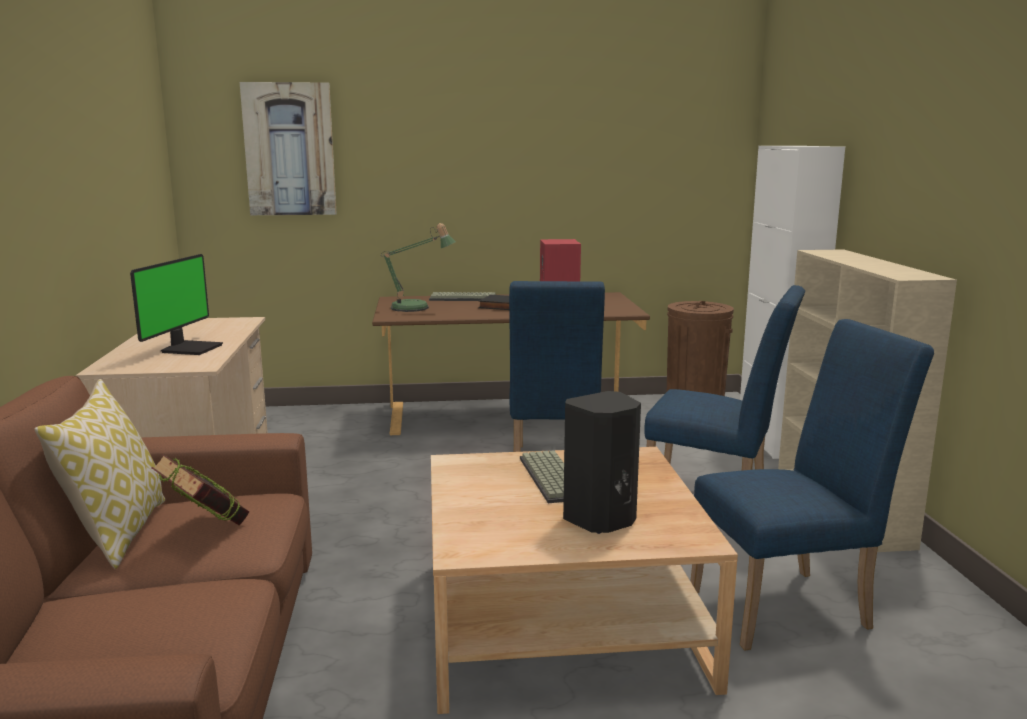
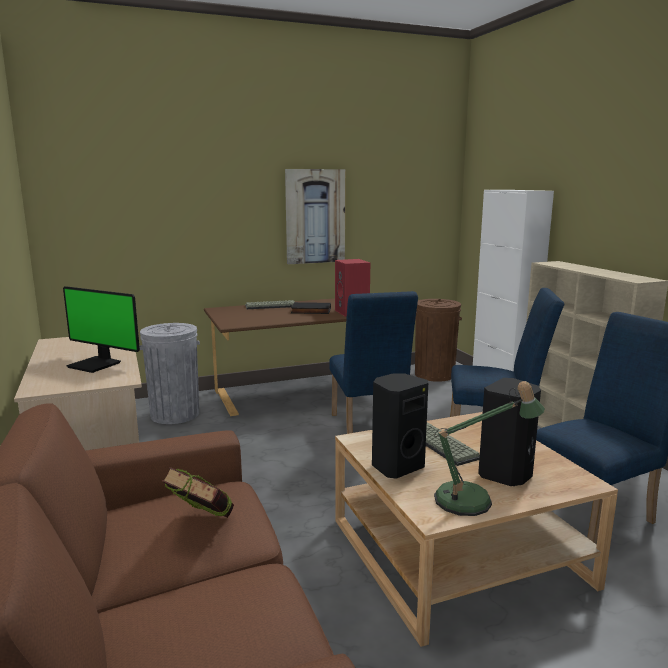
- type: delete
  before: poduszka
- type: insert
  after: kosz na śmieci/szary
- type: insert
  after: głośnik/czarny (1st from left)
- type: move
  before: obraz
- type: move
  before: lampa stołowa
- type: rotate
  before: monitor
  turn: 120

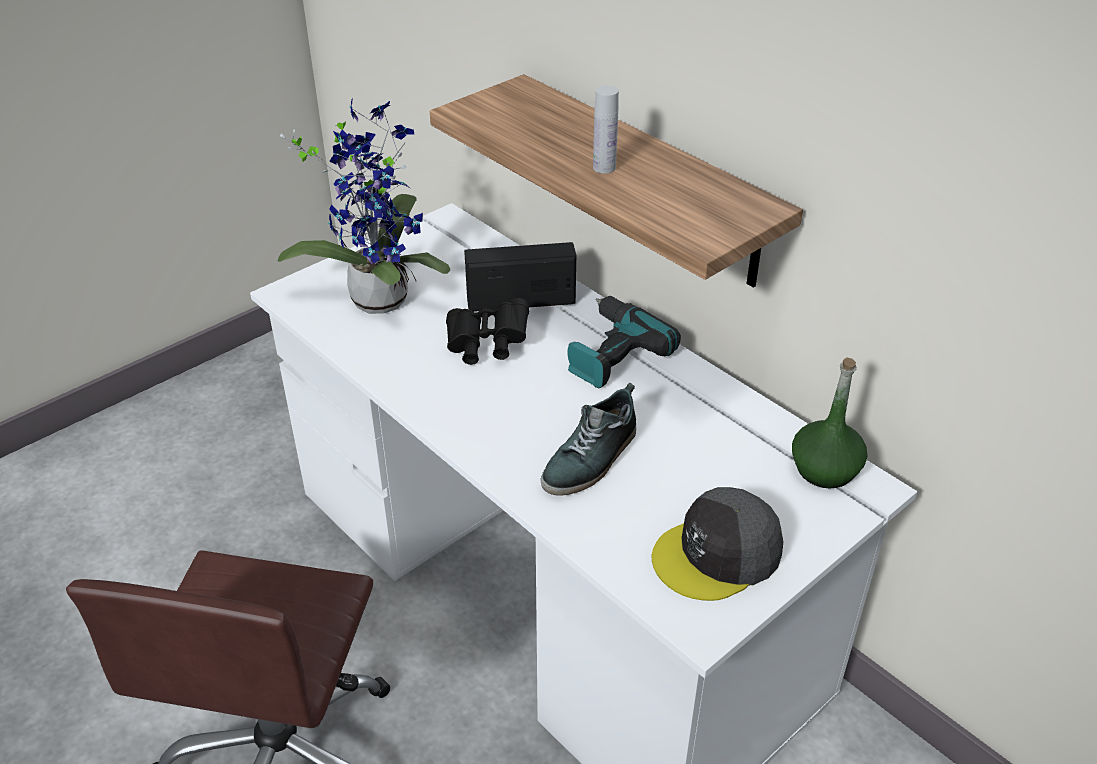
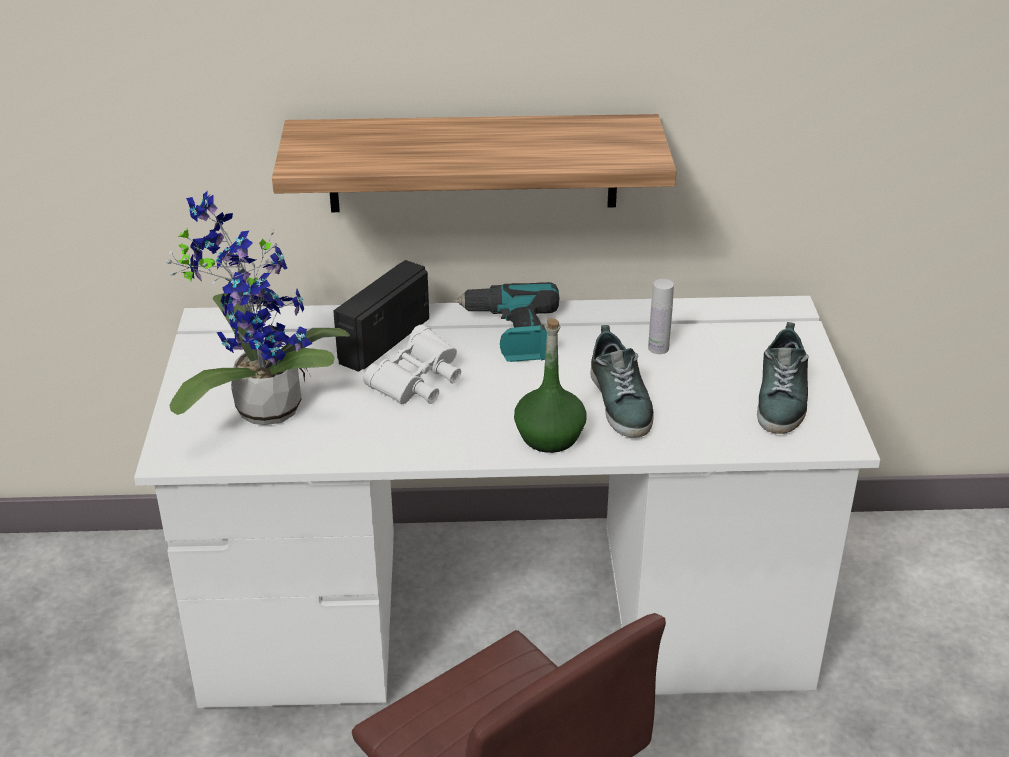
- type: move
  before: butelka/biały
- type: move
  before: butelka/zielony
- type: replace
  before: czapka z daszkiem/szary
  after: but (2nd from left)
- type: recolor
  before: lornetka/czarny
  after: lornetka/biały

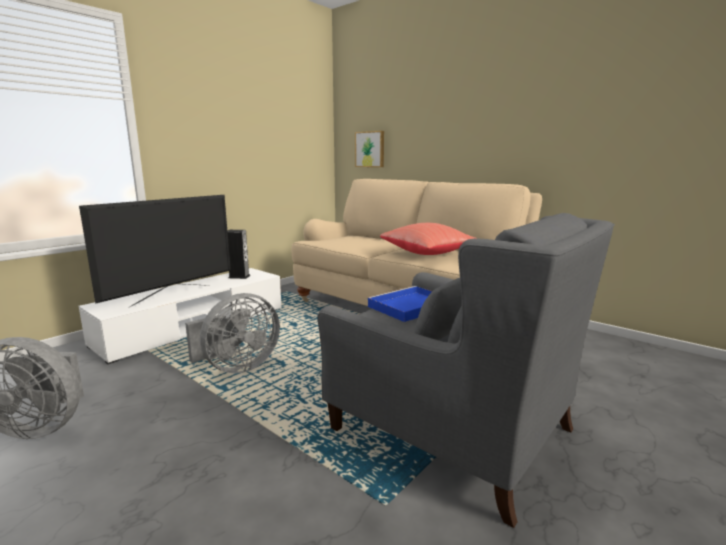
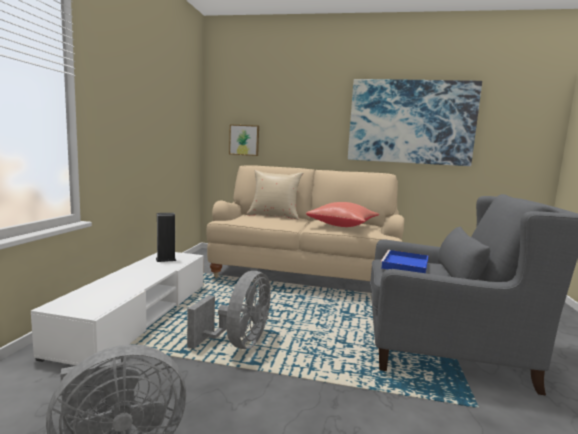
- type: delete
  before: telewizor
- type: insert
  after: poduszka/beżowy
- type: insert
  after: obraz (2nd from left)

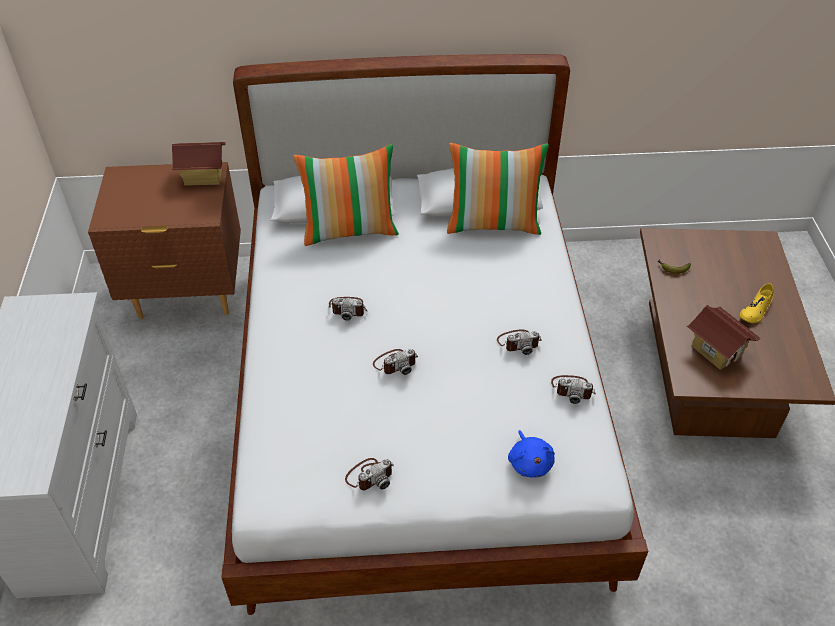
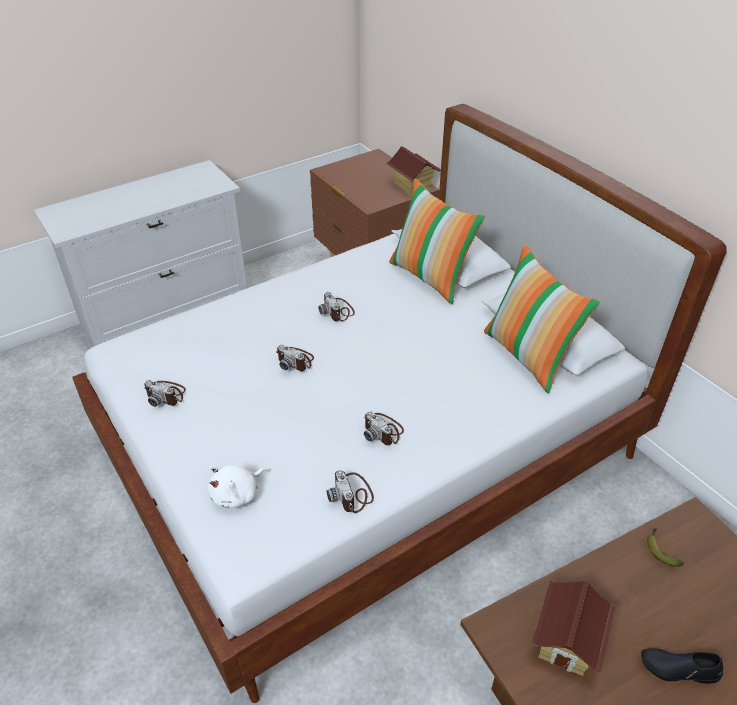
- type: recolor
  before: pluszak/niebieski
  after: pluszak/biały
- type: recolor
  before: but/żółty
  after: but/czarny

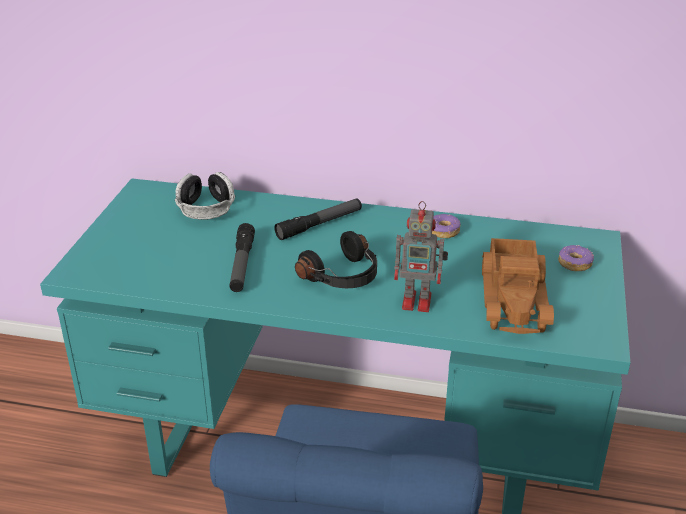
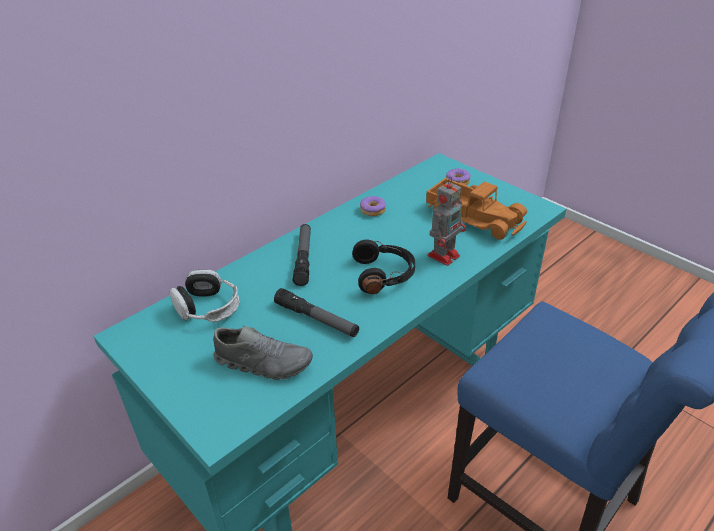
- type: insert
  after: but/szary

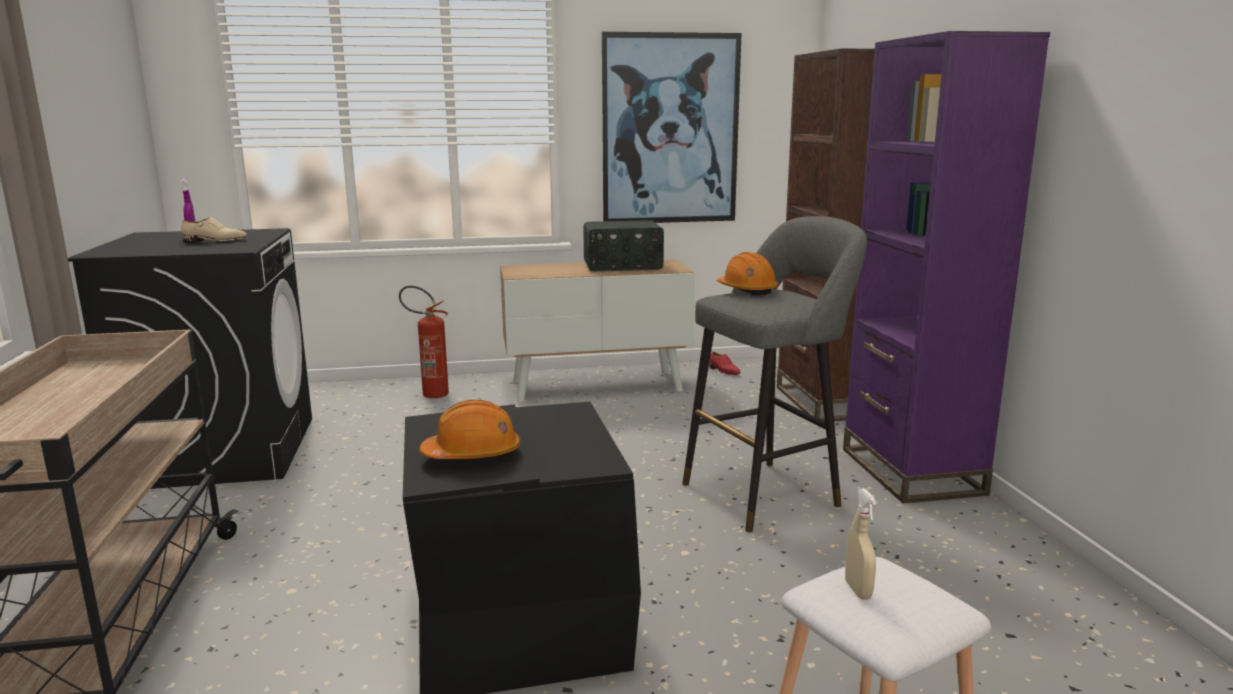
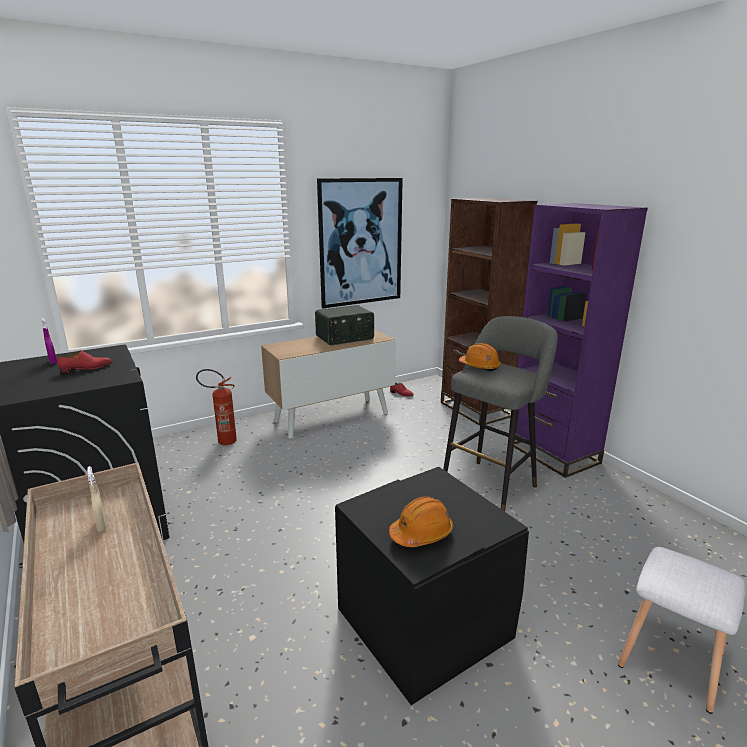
- type: move
  before: spryskiwacz/beżowy
- type: recolor
  before: but/beżowy
  after: but/czerwony (1st from left)

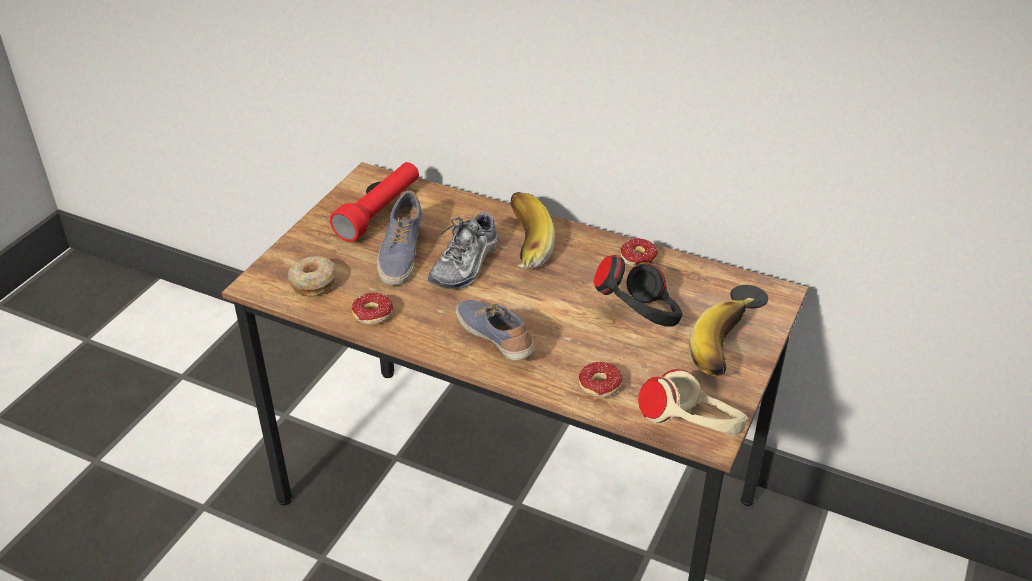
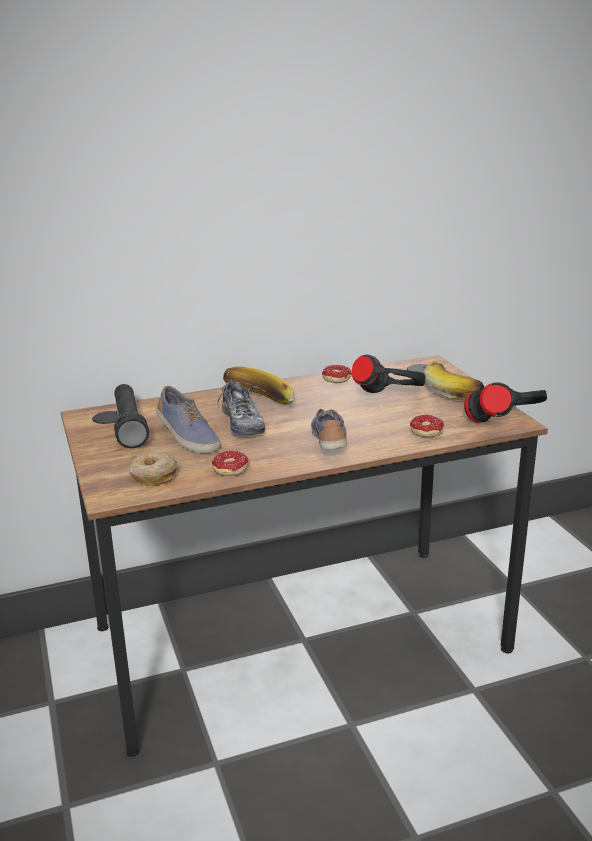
- type: recolor
  before: latarka/czerwony
  after: latarka/czarny
- type: recolor
  before: słuchawki/beżowy
  after: słuchawki/czarny (2nd from left)
- type: rotate
  before: but (3rd from left)
  turn: 75

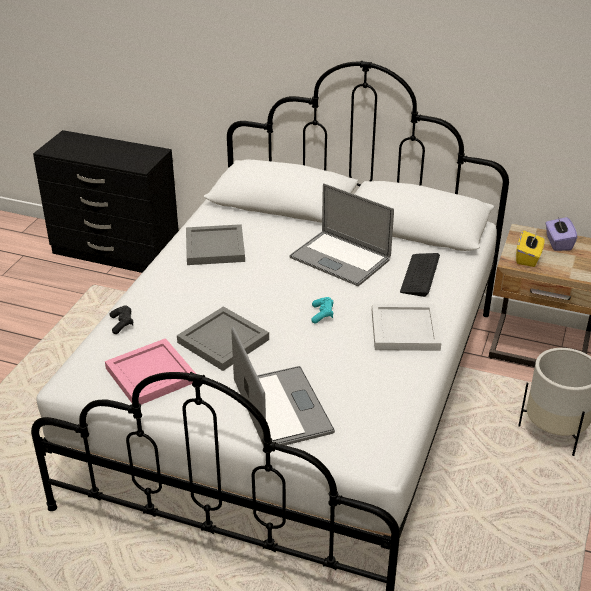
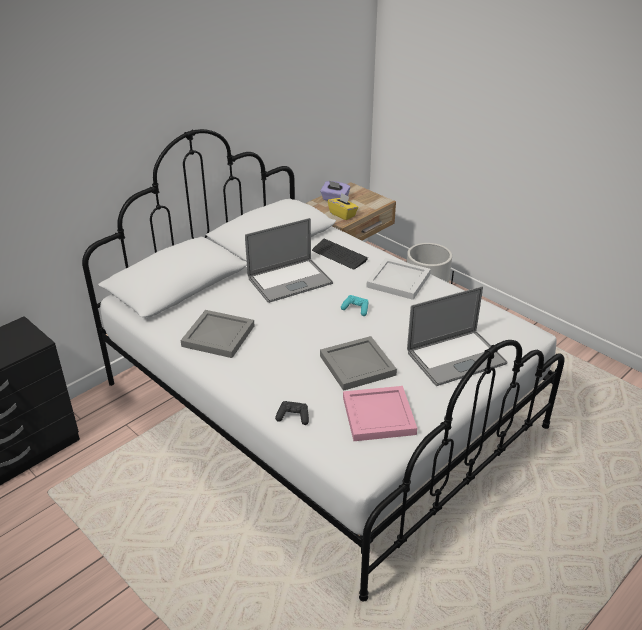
- type: rotate
  before: laptop (1st from left in the first image)
  turn: 150

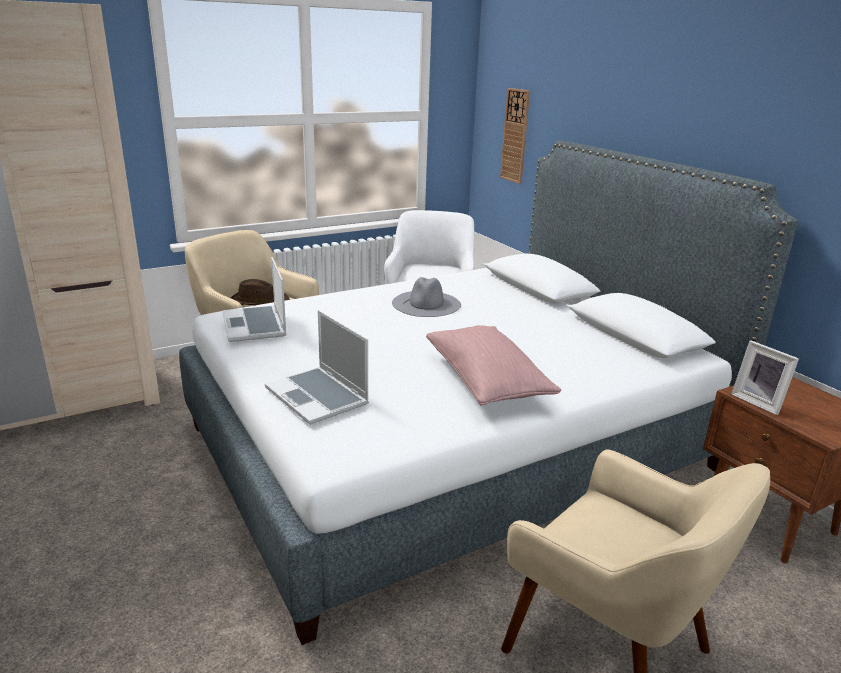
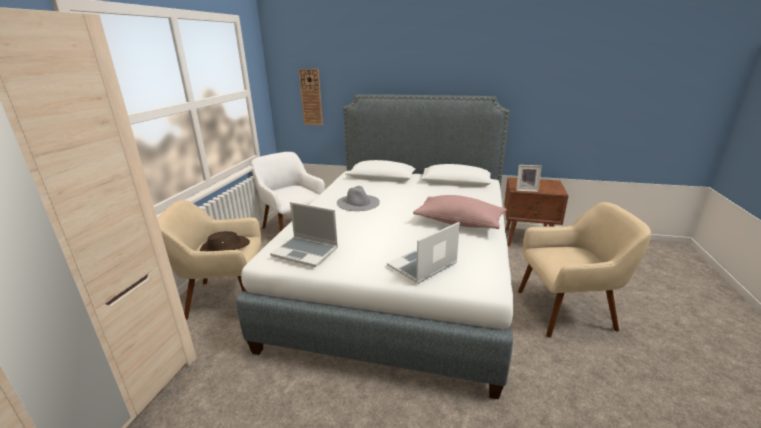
- type: rotate
  before: laptop (2nd from left)
  turn: 135

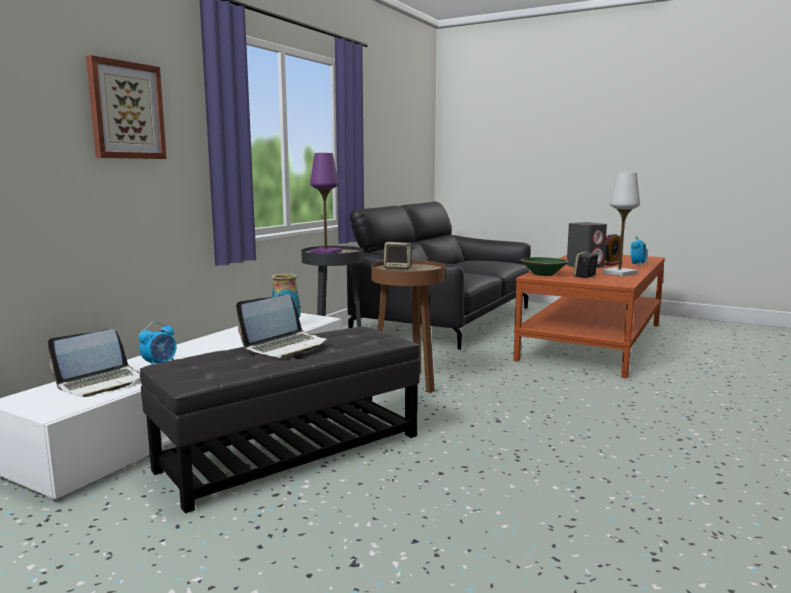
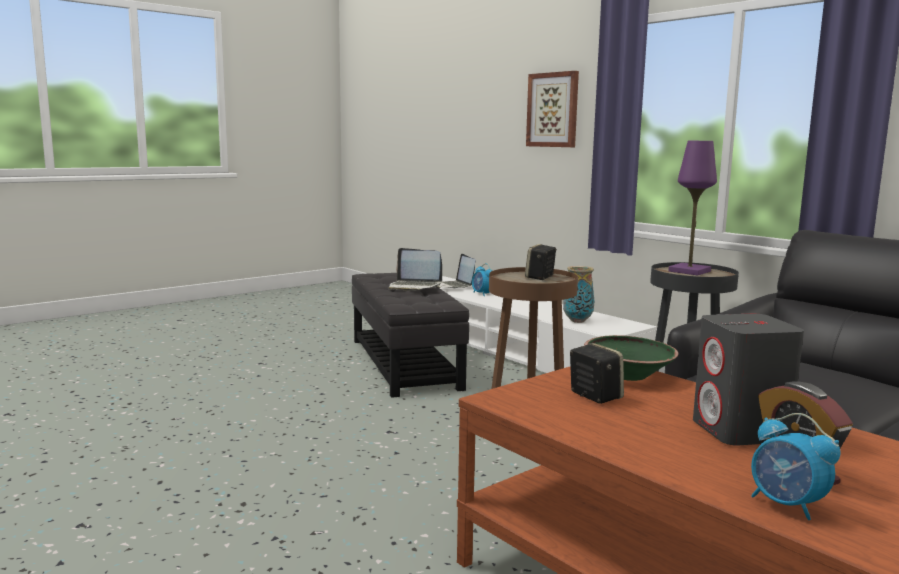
- type: delete
  before: lampa stołowa/biały
- type: rotate
  before: laptop (2nd from left in the first image)
  turn: -45

